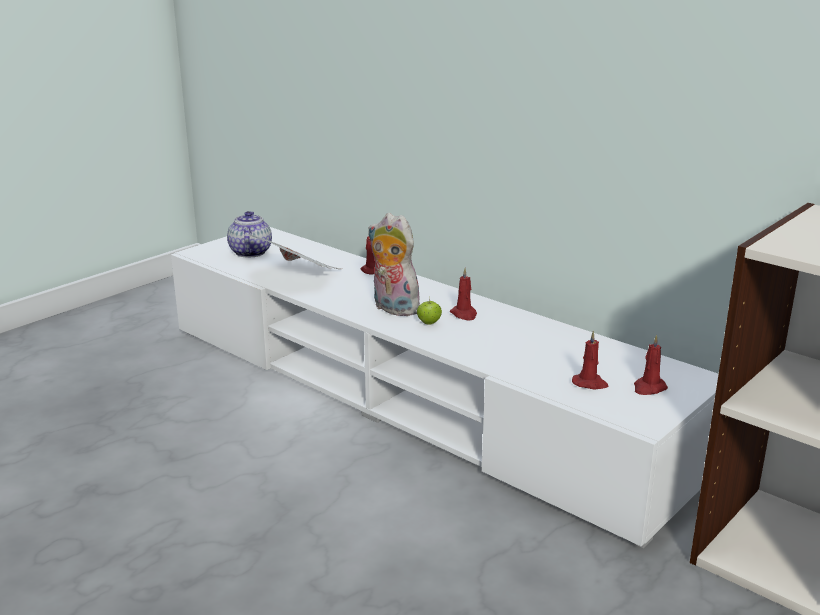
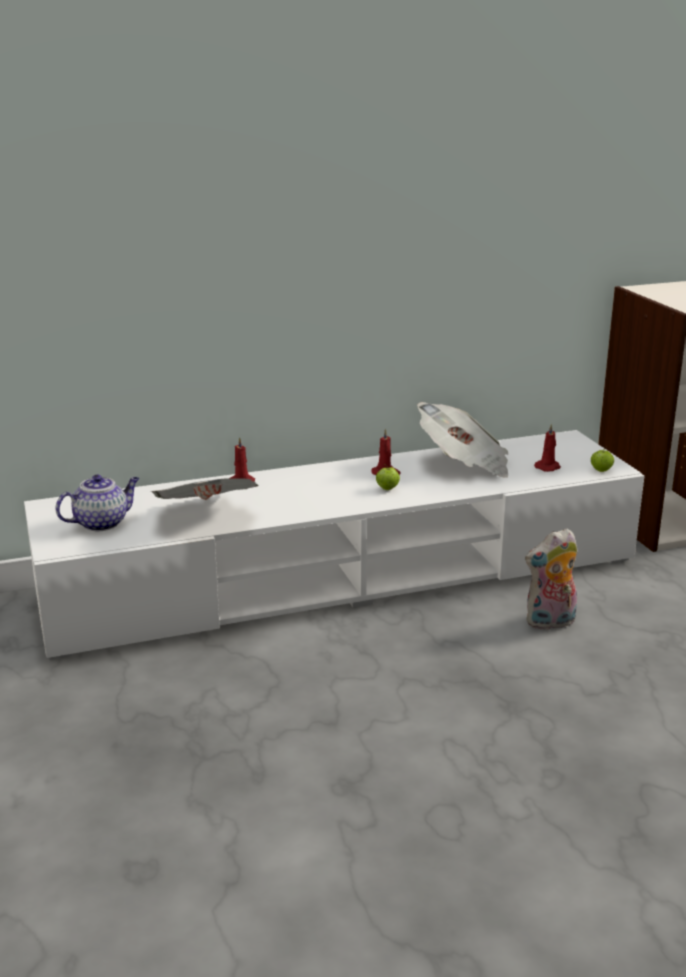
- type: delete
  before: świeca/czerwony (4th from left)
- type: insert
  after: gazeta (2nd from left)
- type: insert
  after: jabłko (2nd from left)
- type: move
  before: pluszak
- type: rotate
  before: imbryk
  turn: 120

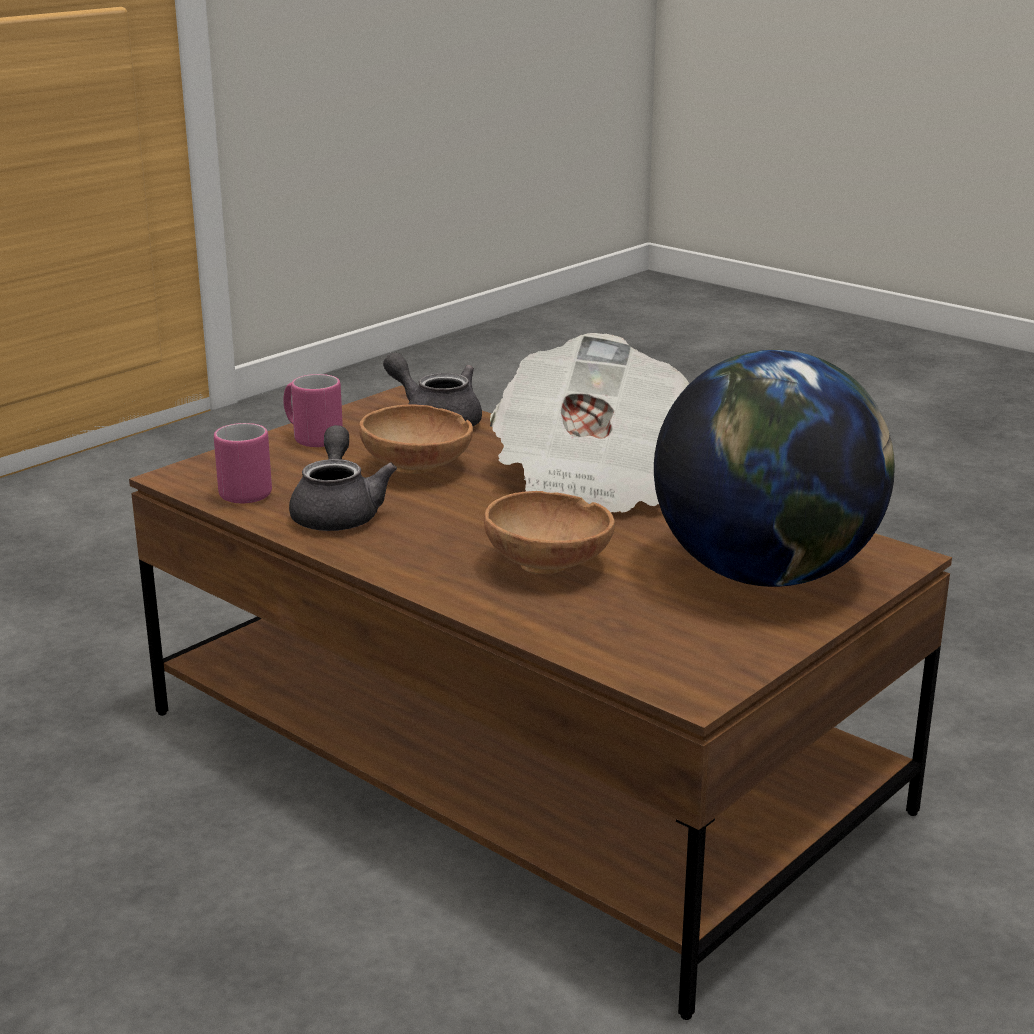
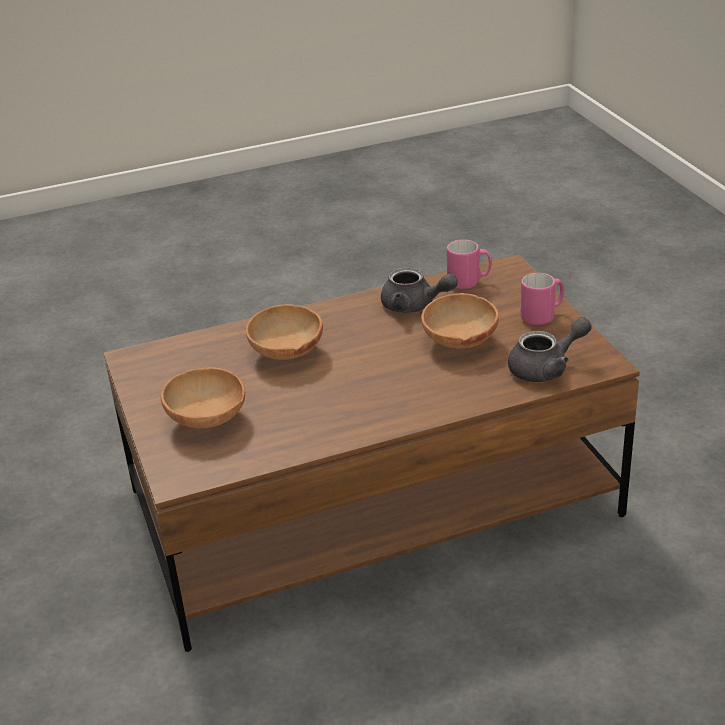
- type: delete
  before: gazeta
- type: replace
  before: globus
  after: miska/brązowy (1st from left)

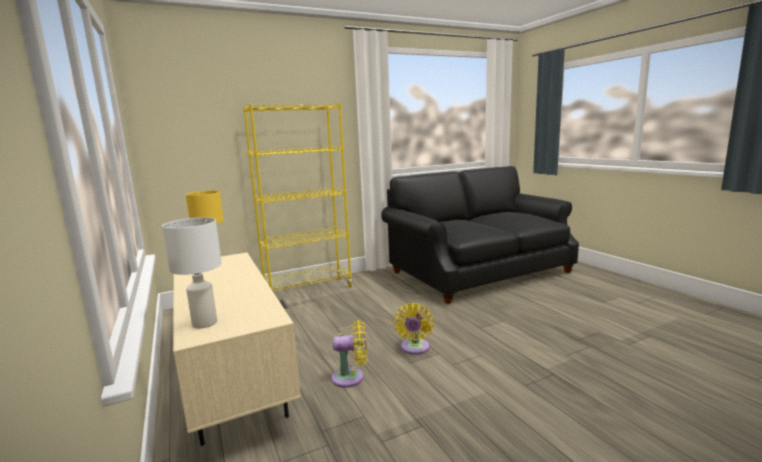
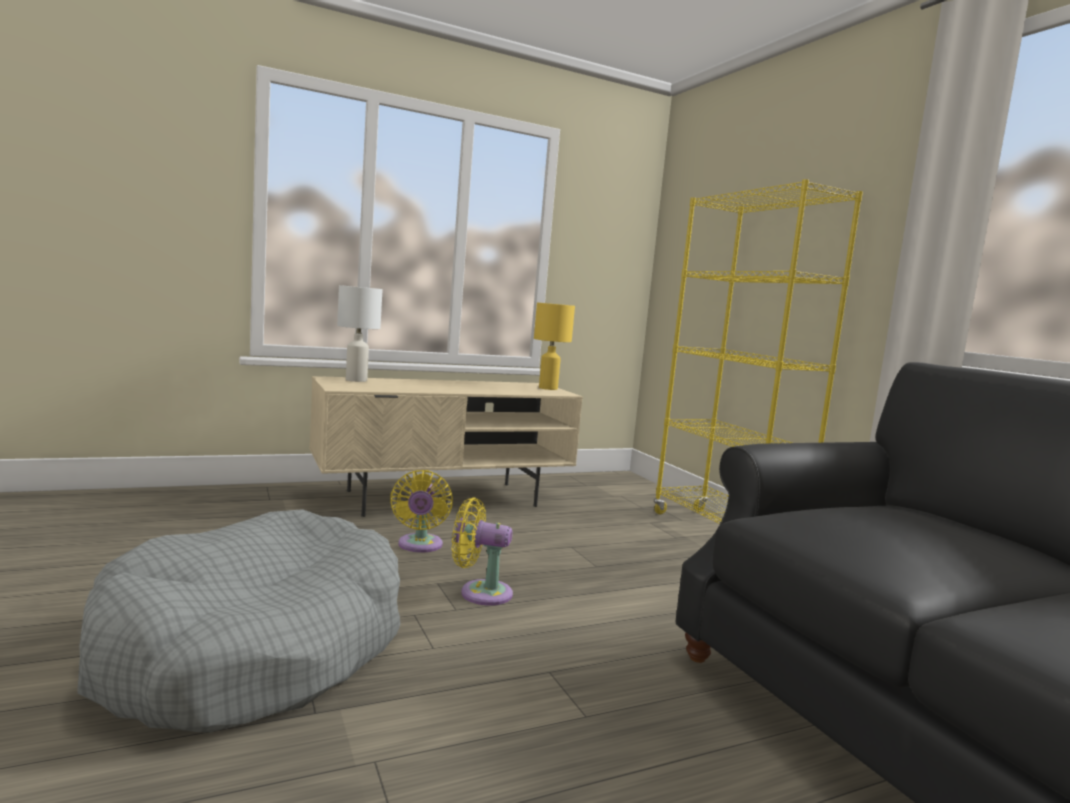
- type: insert
  after: legowisko/szary

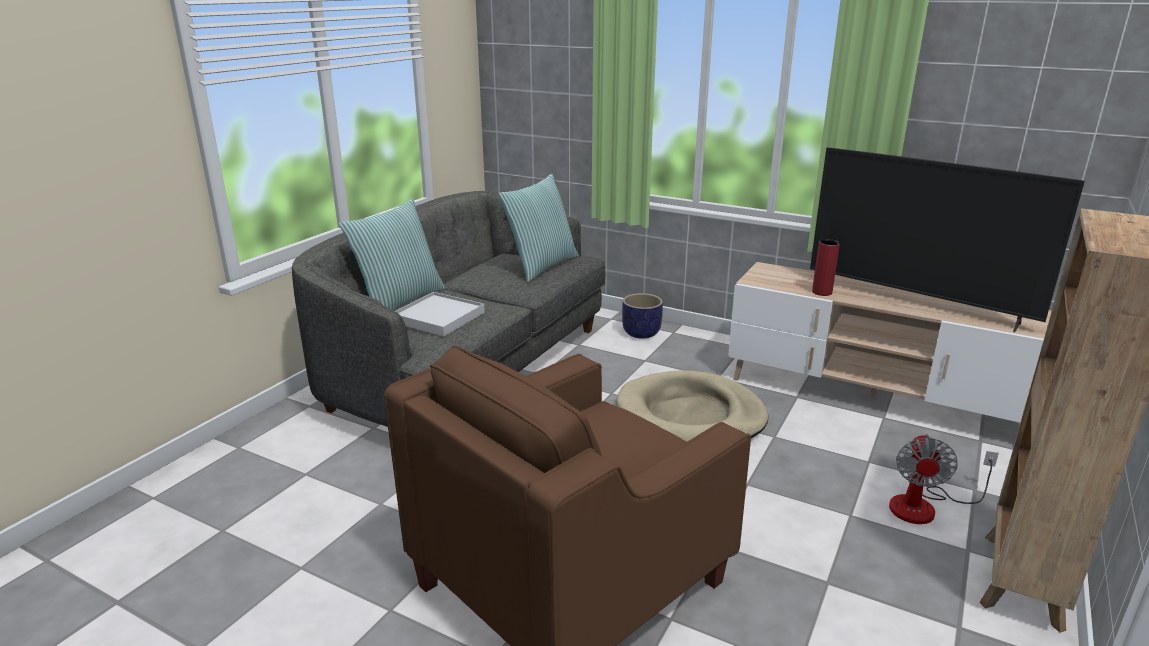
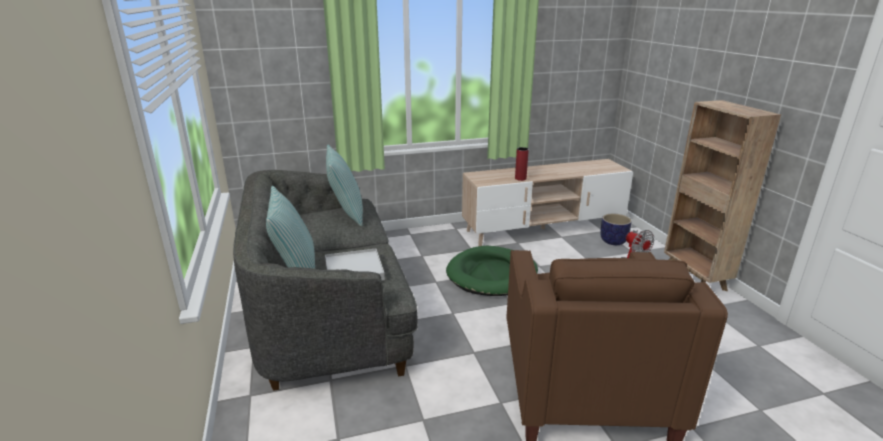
- type: delete
  before: telewizor
- type: move
  before: donica
- type: recolor
  before: legowisko/beżowy
  after: legowisko/zielony

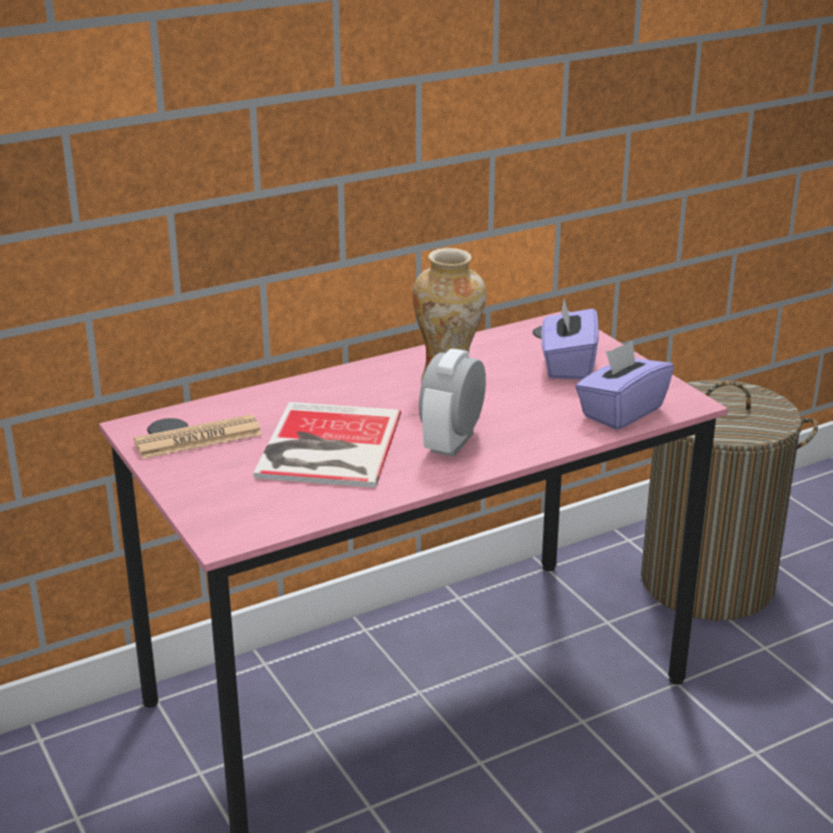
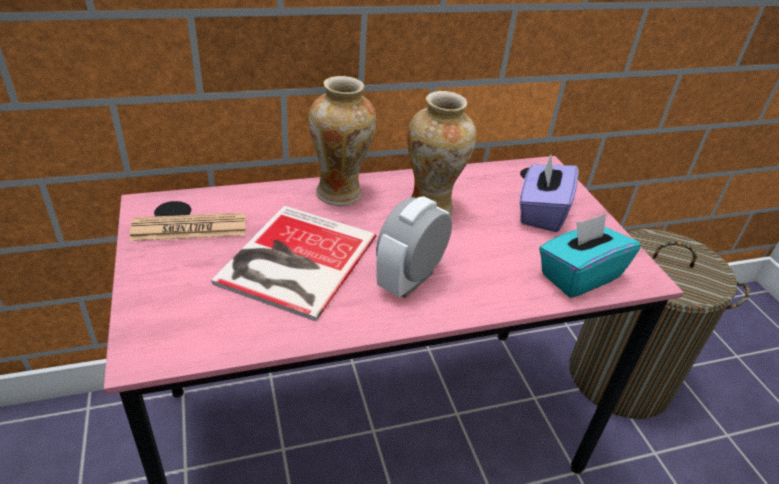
- type: insert
  after: wazon (1st from left)
- type: recolor
  before: pudełko chusteczek/fioletowy (2nd from left)
  after: pudełko chusteczek/turkusowy

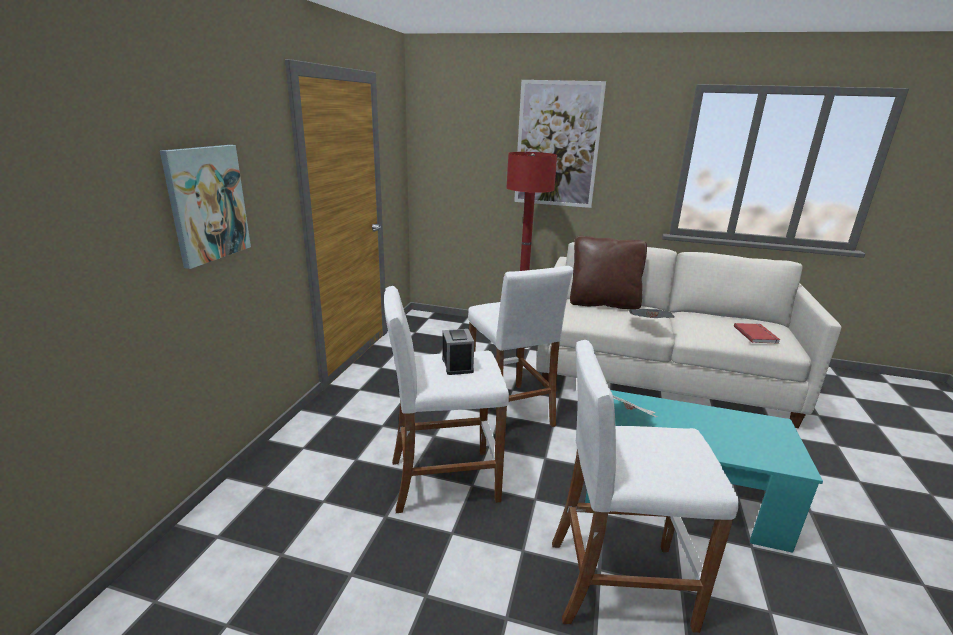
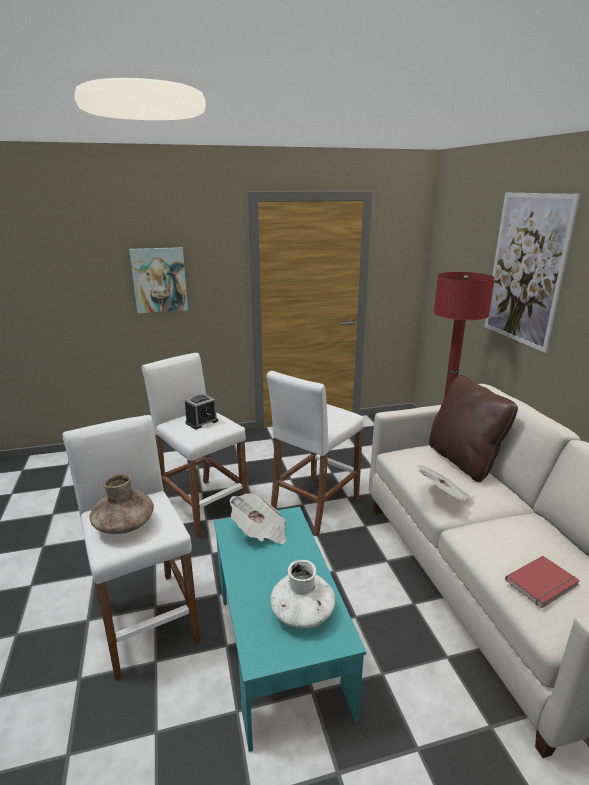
- type: insert
  after: wazon/brązowy
- type: insert
  after: wazon/biały

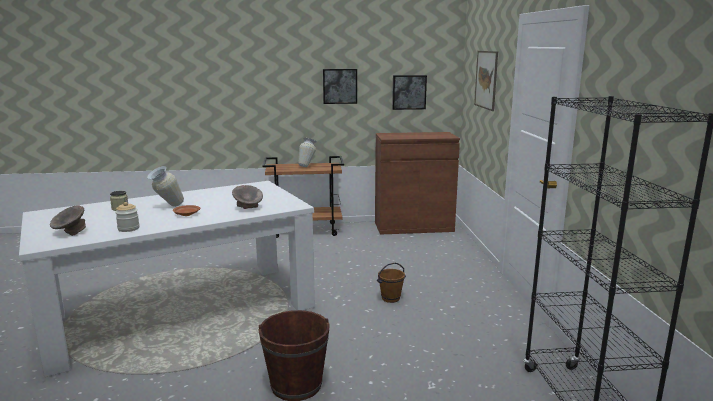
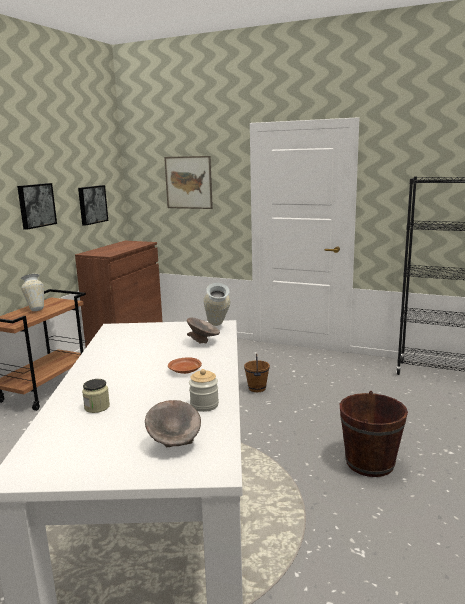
- type: move
  before: wazon (1st from left in the first image)
  after: wazon (2nd from left)

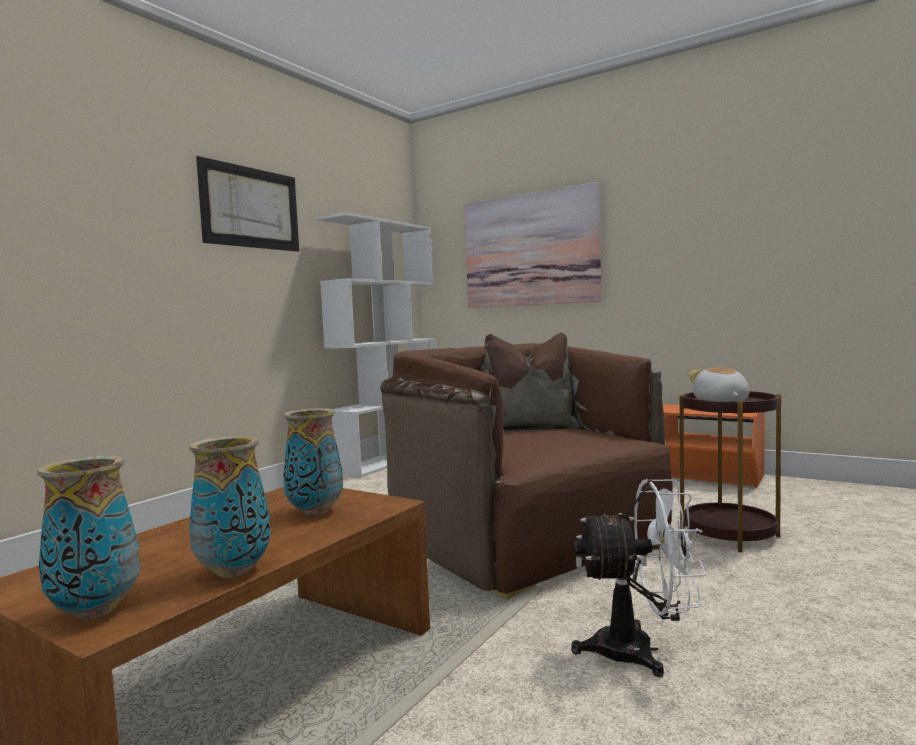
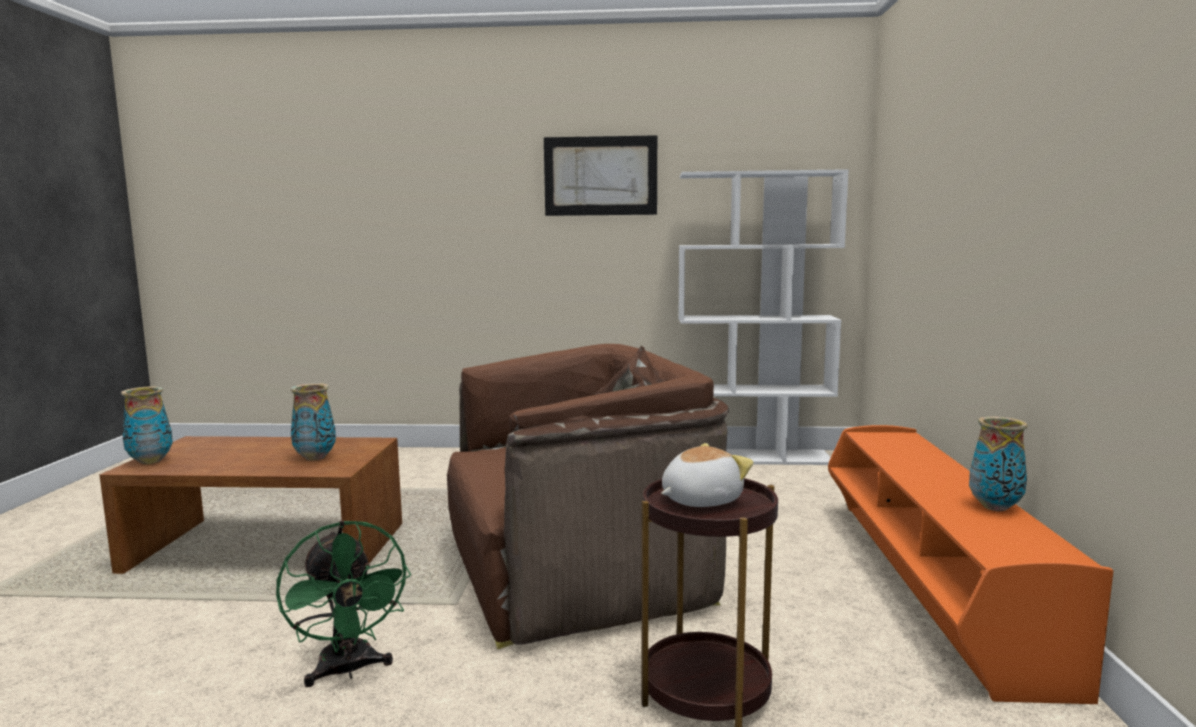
- type: delete
  before: obraz (2nd from left)
- type: move
  before: wazon (2nd from left in the first image)
  after: wazon (3rd from left)
- type: recolor
  before: wentylator/biały
  after: wentylator/zielony
- type: rotate
  before: fotel/brązowy
  turn: 45

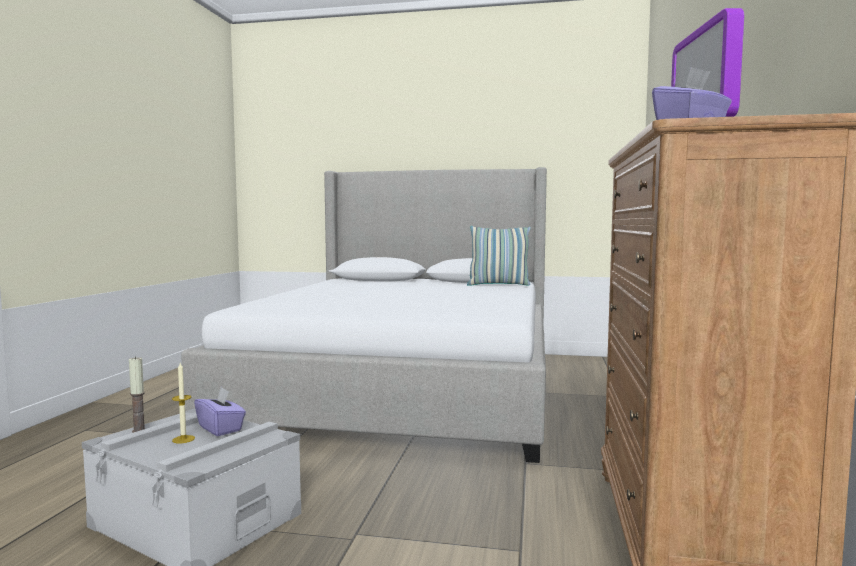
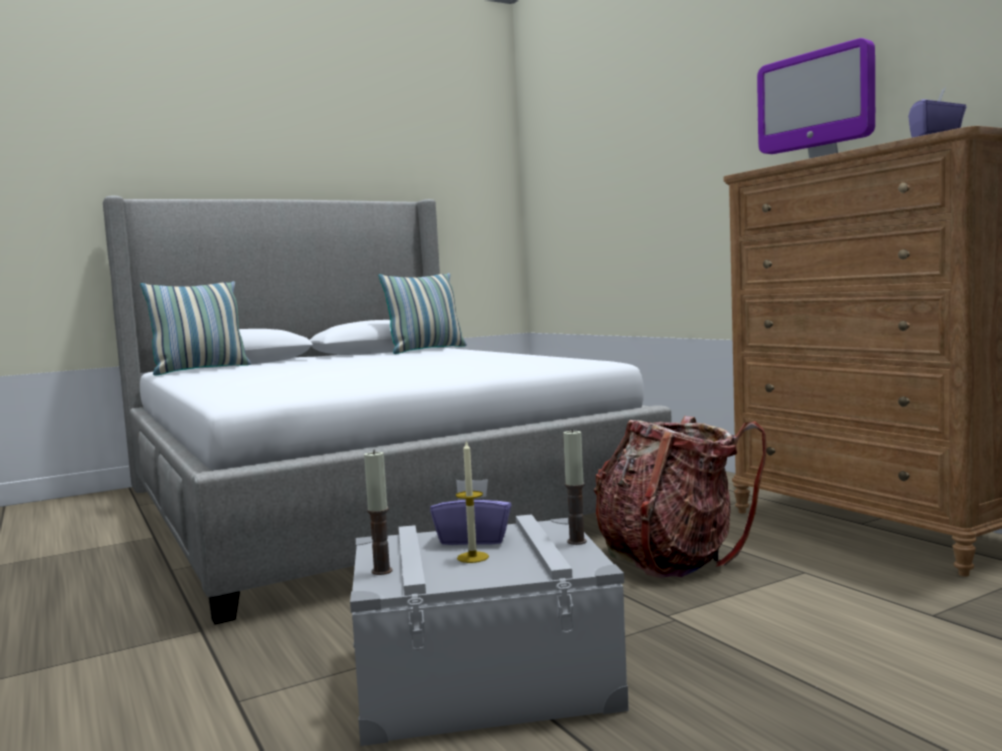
- type: insert
  after: poduszka (1st from left)
- type: insert
  after: świeca (3rd from left)
- type: insert
  after: plecak

